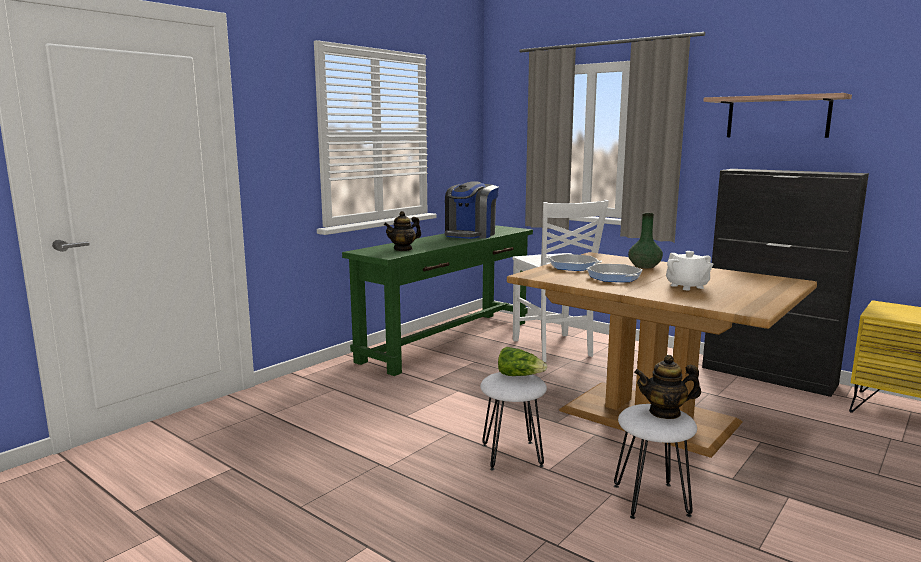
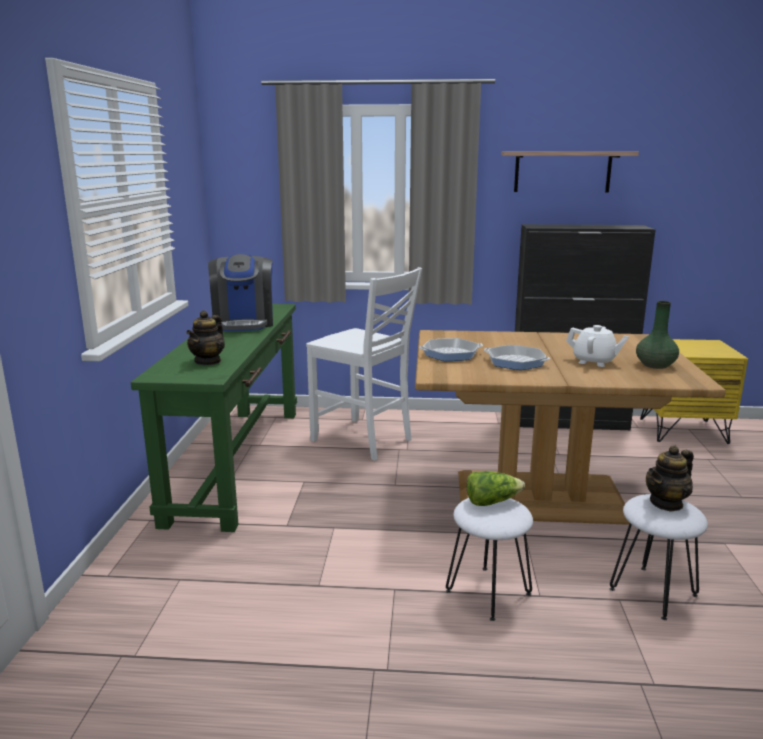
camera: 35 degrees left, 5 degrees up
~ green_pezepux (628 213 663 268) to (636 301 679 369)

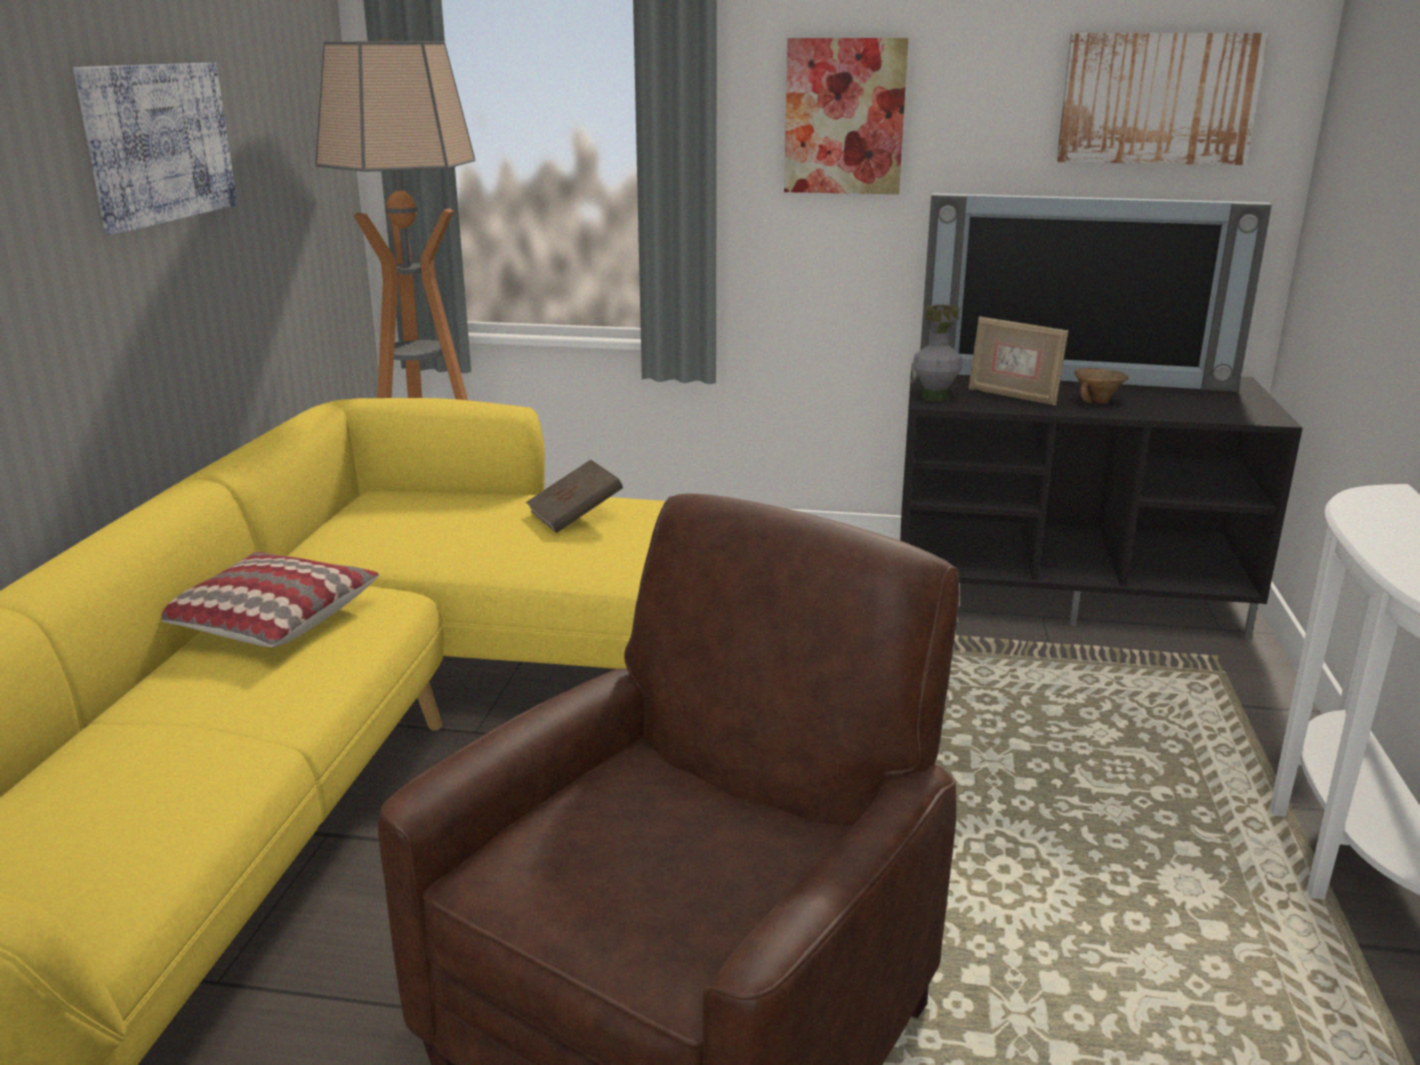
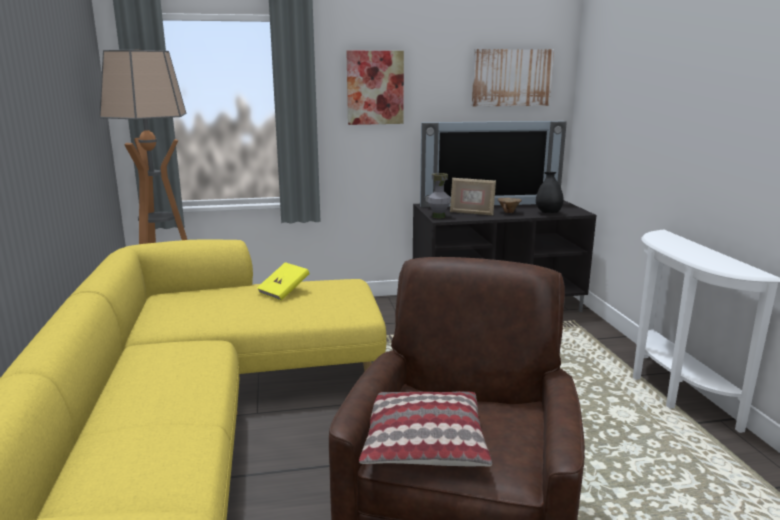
camera: 20 degrees left, 5 degrees down
- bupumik (73 63 237 235)
+ black_pezepux (536 172 564 213)
~ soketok (161 552 379 647) to (359 391 492 467)
~ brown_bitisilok (526 460 623 533) to yellow_bitisilok (257 262 310 301)

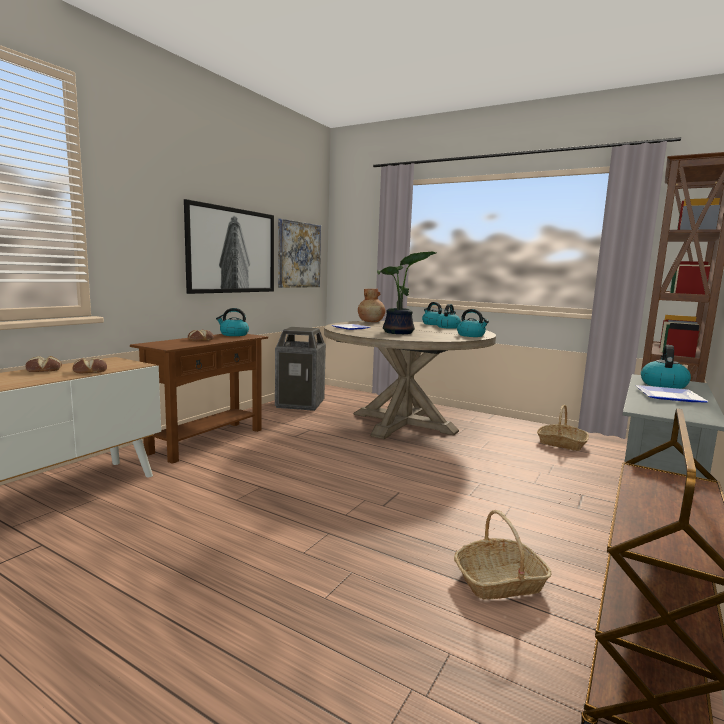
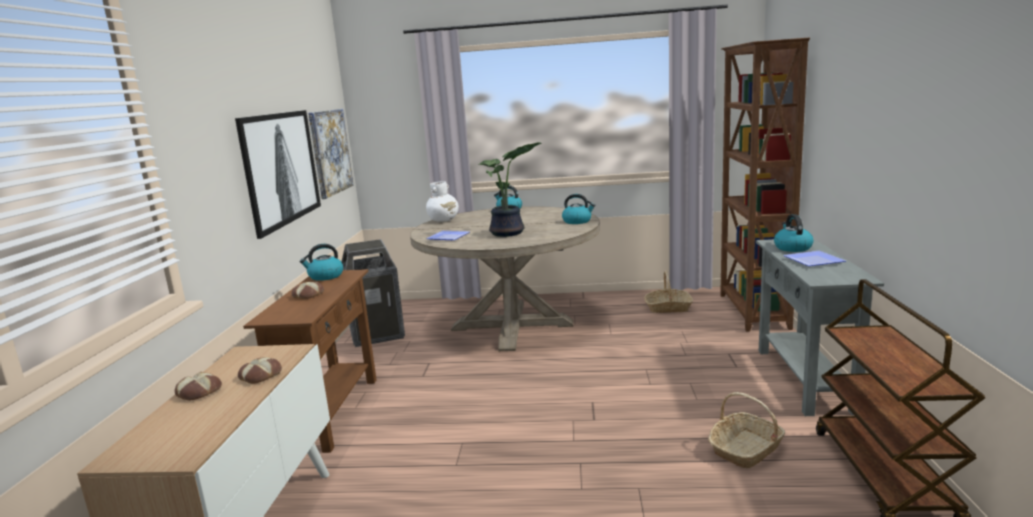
camera: 25 degrees left, 5 degrees up
- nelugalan (436 304 461 329)
~ brown_pezepux (358 289 385 322) to white_pezepux (426 181 459 222)

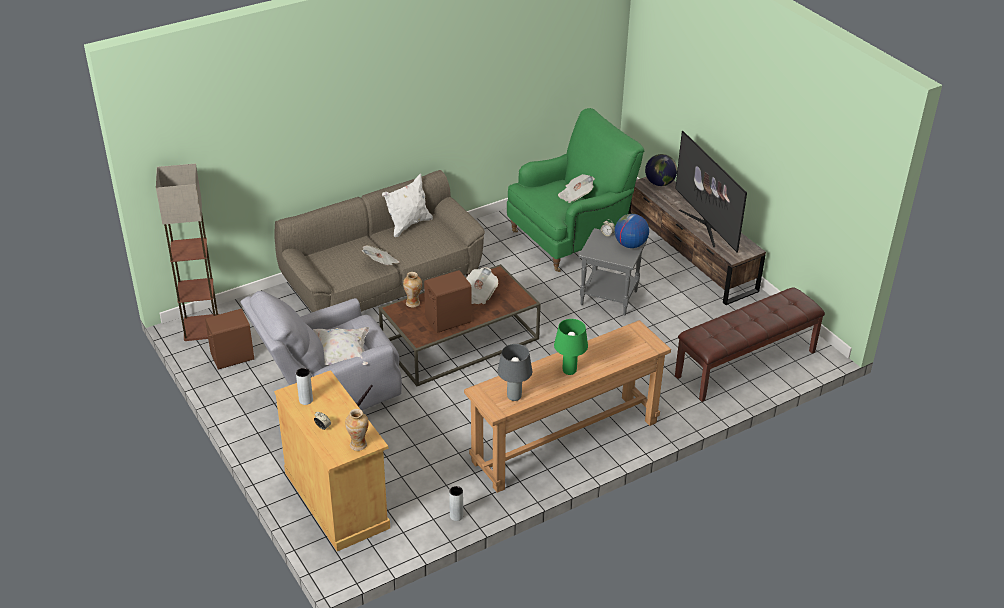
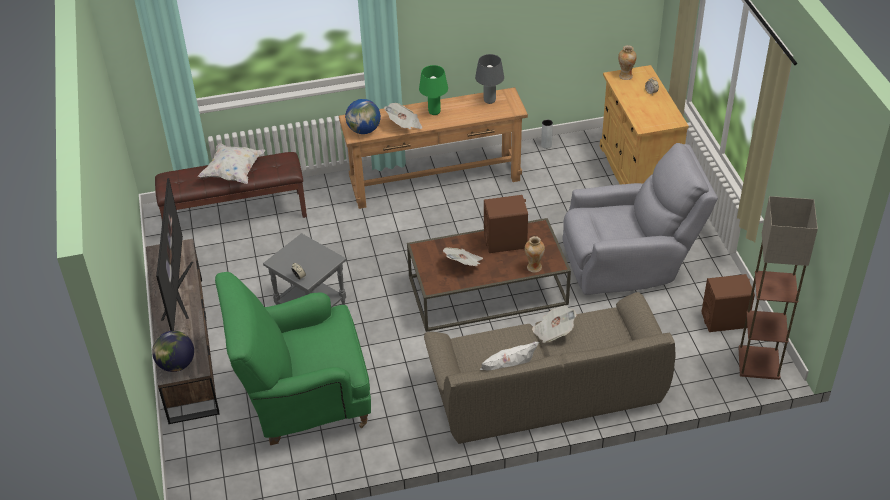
camera: 160 degrees left, 5 degrees up
- grey_pezepux (296 368 313 405)
~ white_soketok (313 327 369 366) to (198 143 265 184)
~ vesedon (558 174 595 203) to (384 103 422 129)
~ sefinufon (615 214 649 248) to (345 99 381 134)

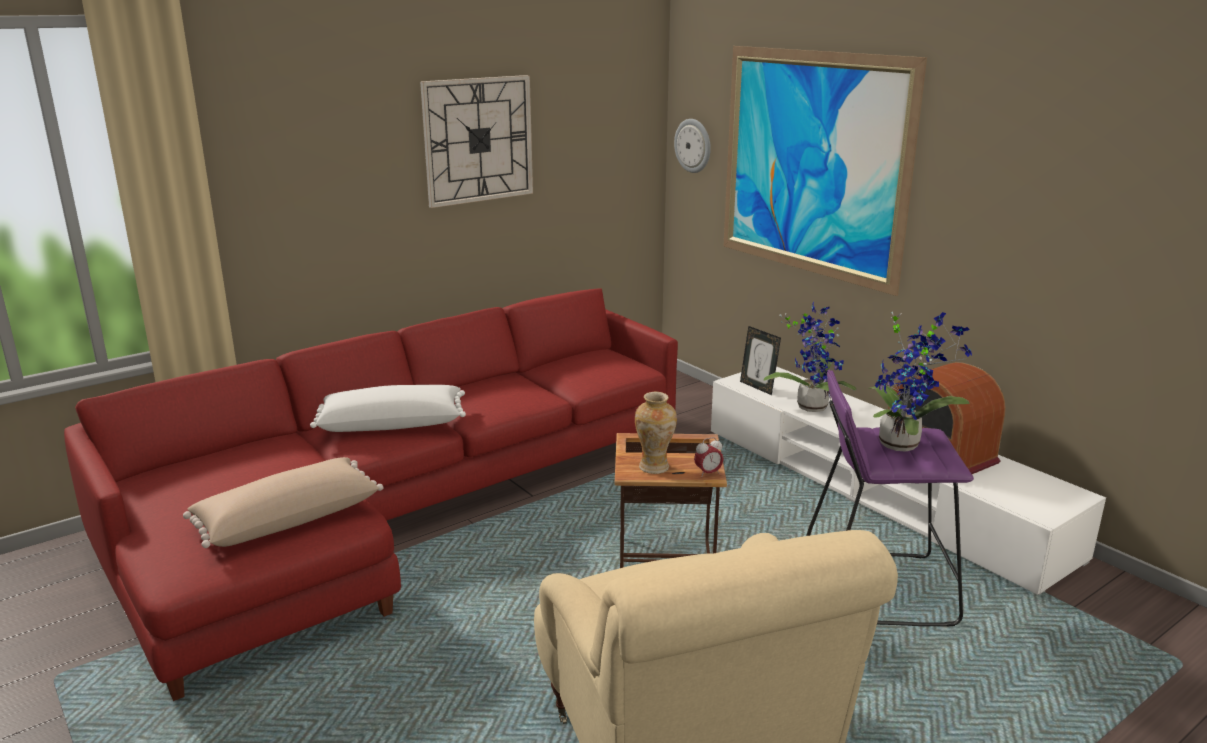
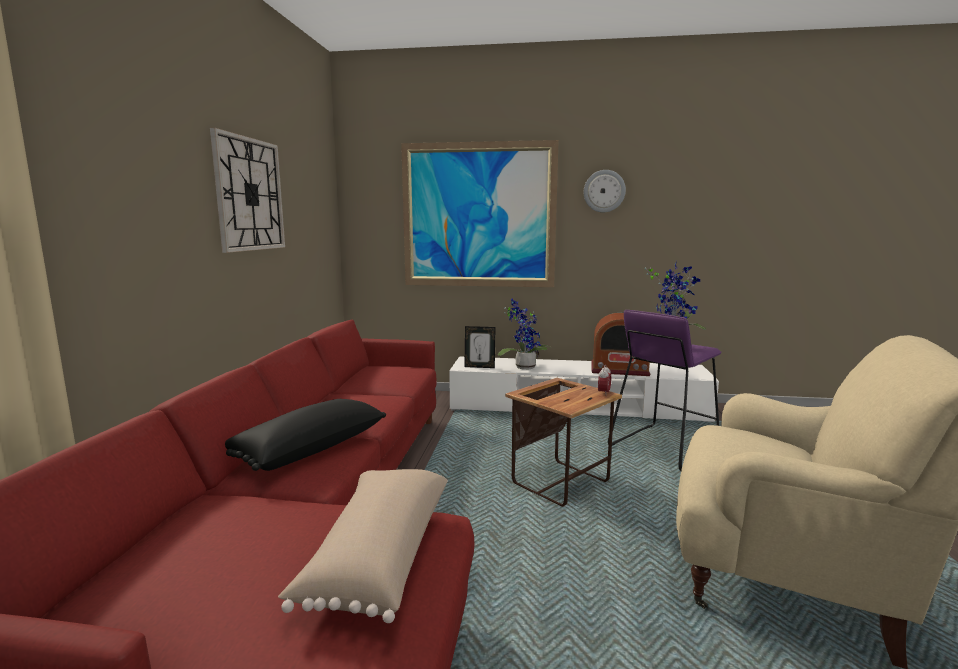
camera: 45 degrees left, 10 degrees down
- pezepux (635 392 677 474)
~ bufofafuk (674 119 711 173) to (583 170 626 212)
~ white_soketok (310 385 466 432) to black_soketok (225 399 386 471)

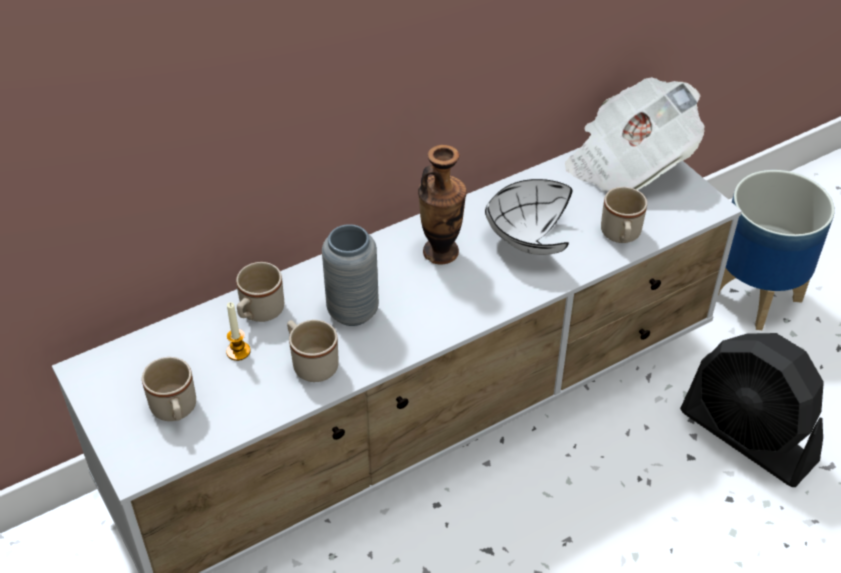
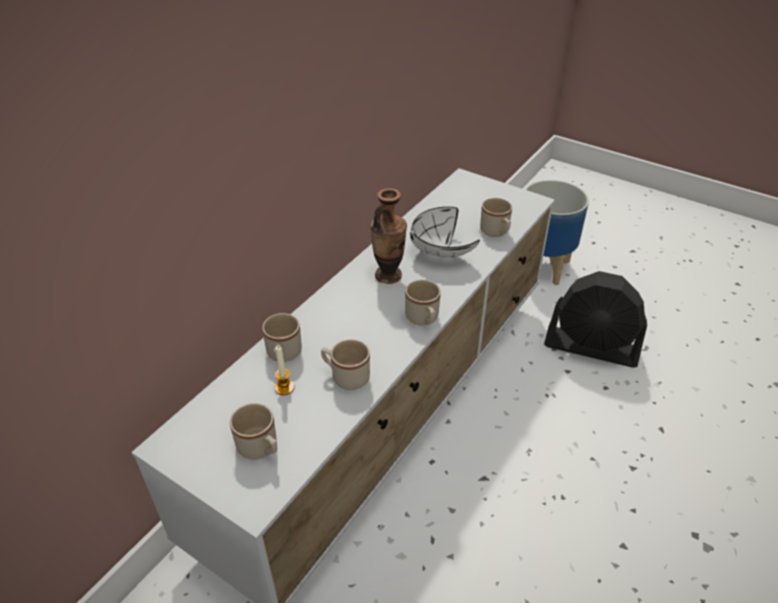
camera: 25 degrees left, 5 degrees down
- grey_pezepux (322 224 379 326)
- vesedon (565 77 705 191)
+ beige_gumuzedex (405 280 441 326)

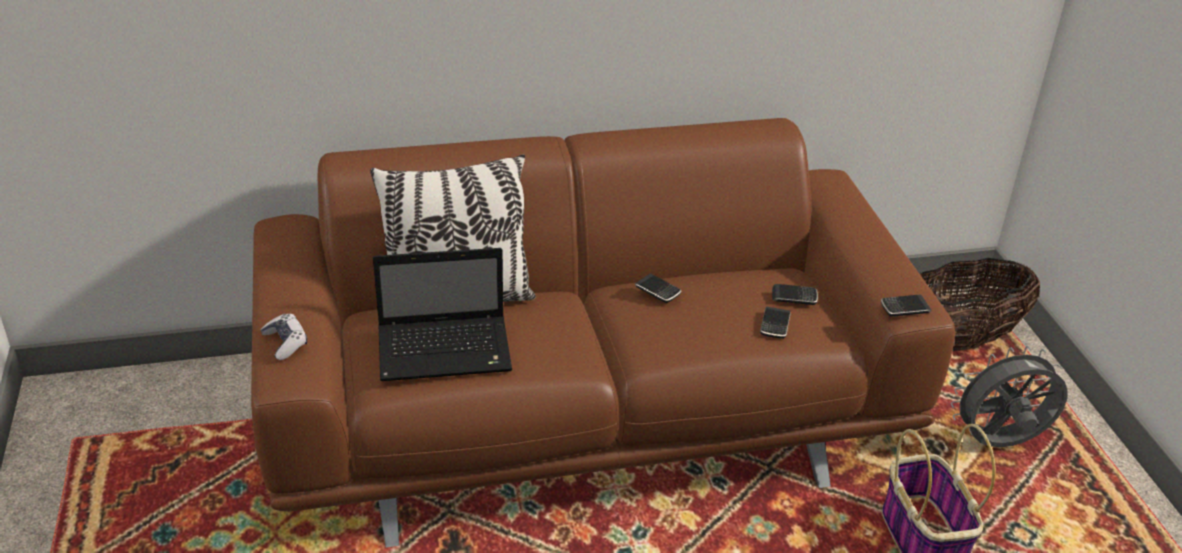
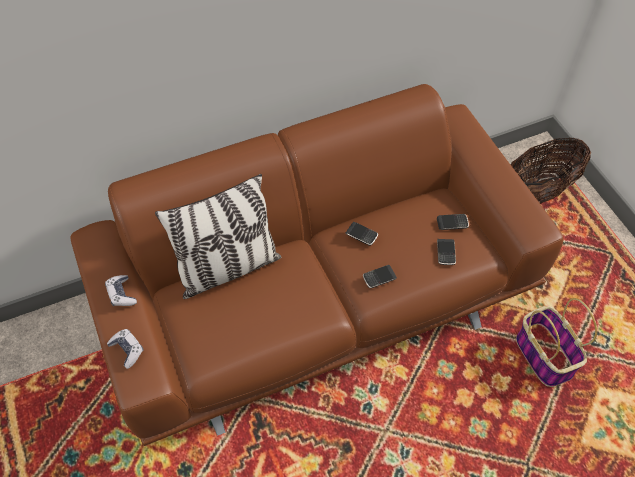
camera: 10 degrees left, 20 degrees up
- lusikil (373 248 512 381)
- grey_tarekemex (951 346 1068 447)
+ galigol (105 275 137 306)
~ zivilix (881 295 932 317) to (363 265 397 288)

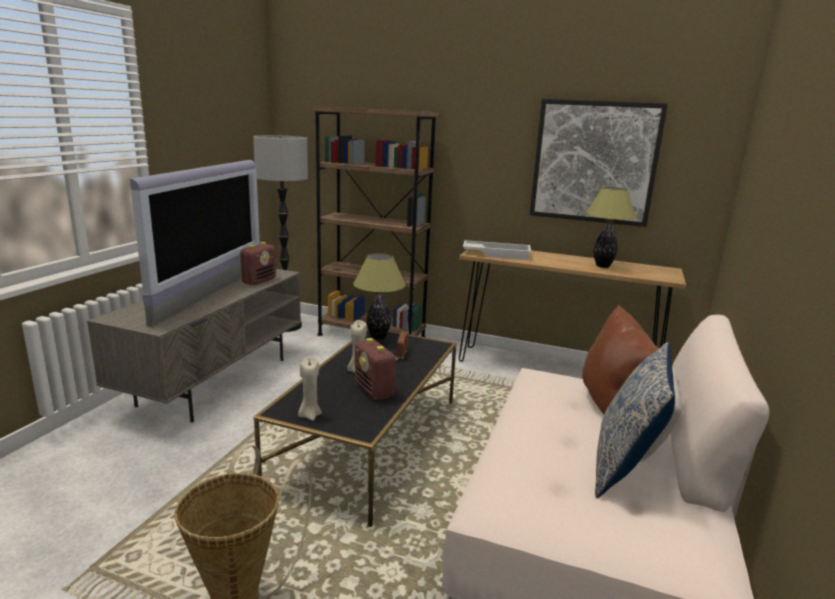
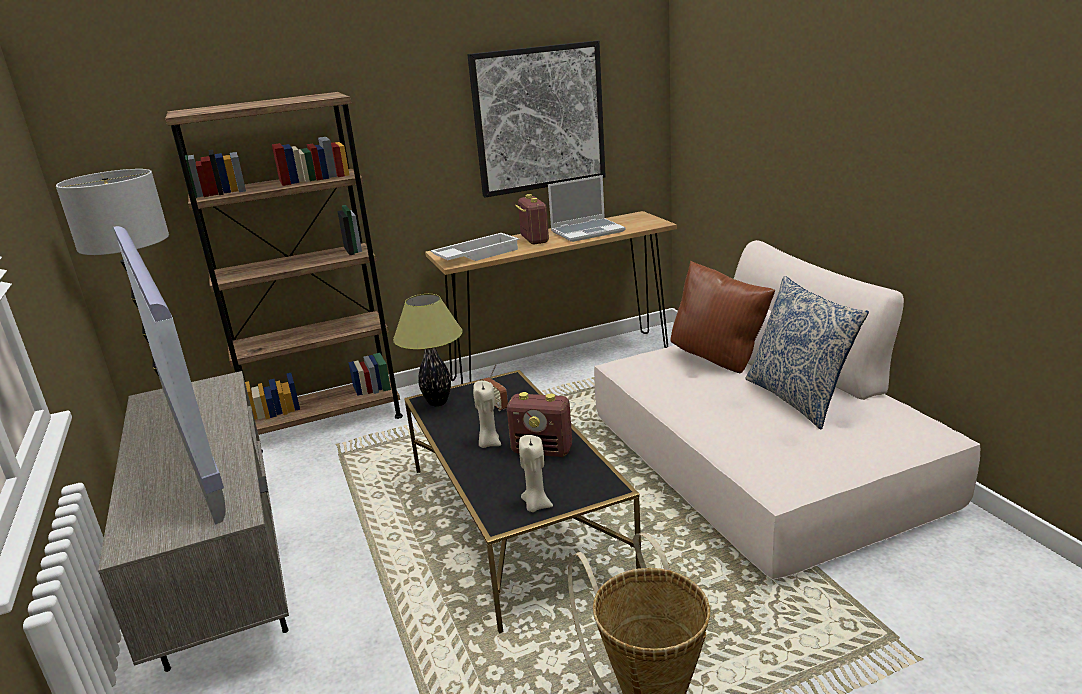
camera: 40 degrees left, 5 degrees up
~ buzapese (240 242 276 285) to (515 194 549 245)
~ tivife (586 187 636 268) to lusikil (548 175 625 242)

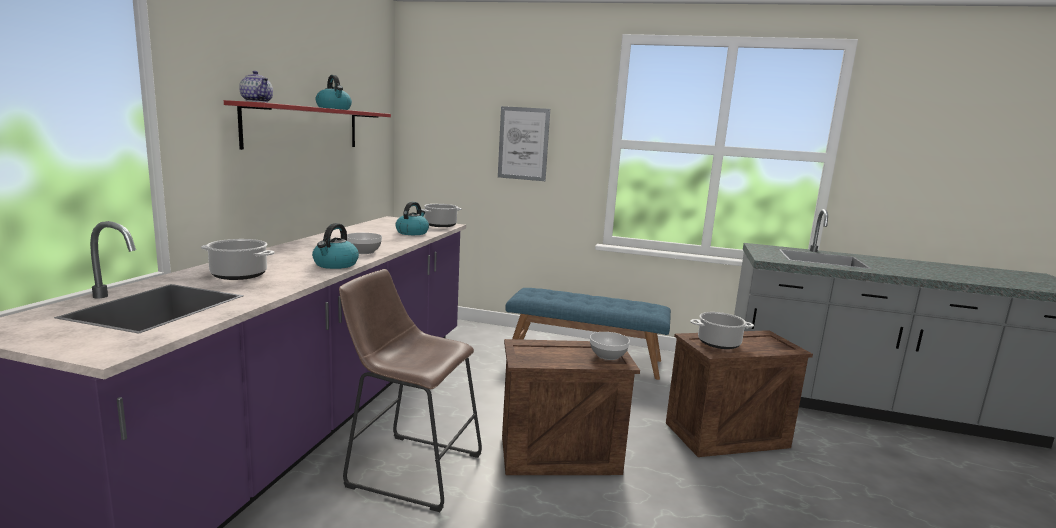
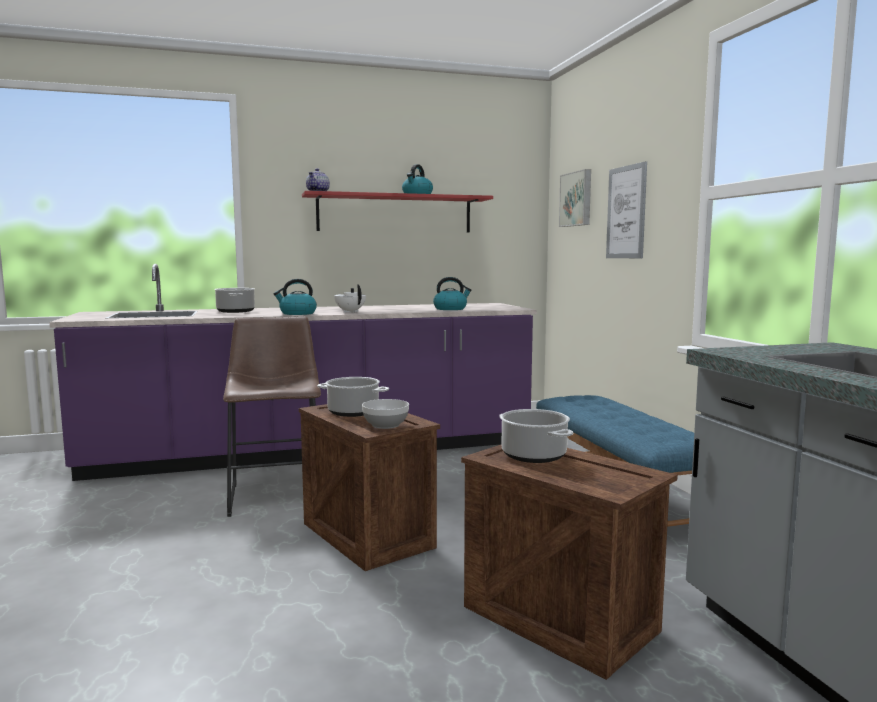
camera: 60 degrees right, 5 degrees down
+ bupumik (559 169 591 227)
~ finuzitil (421 204 462 227) to (317 377 389 417)
~ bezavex (347 233 382 254) to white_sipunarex (334 284 366 313)

